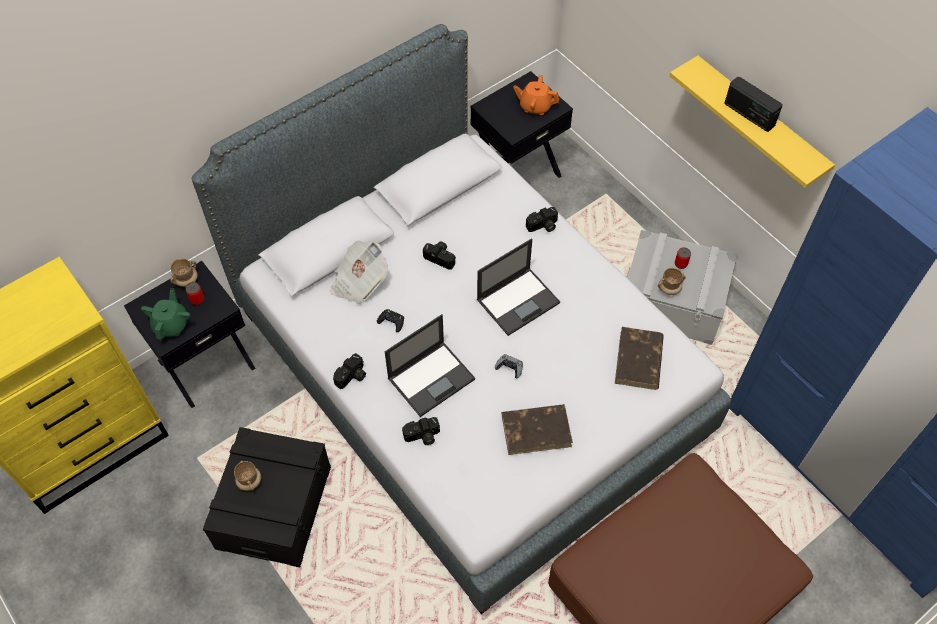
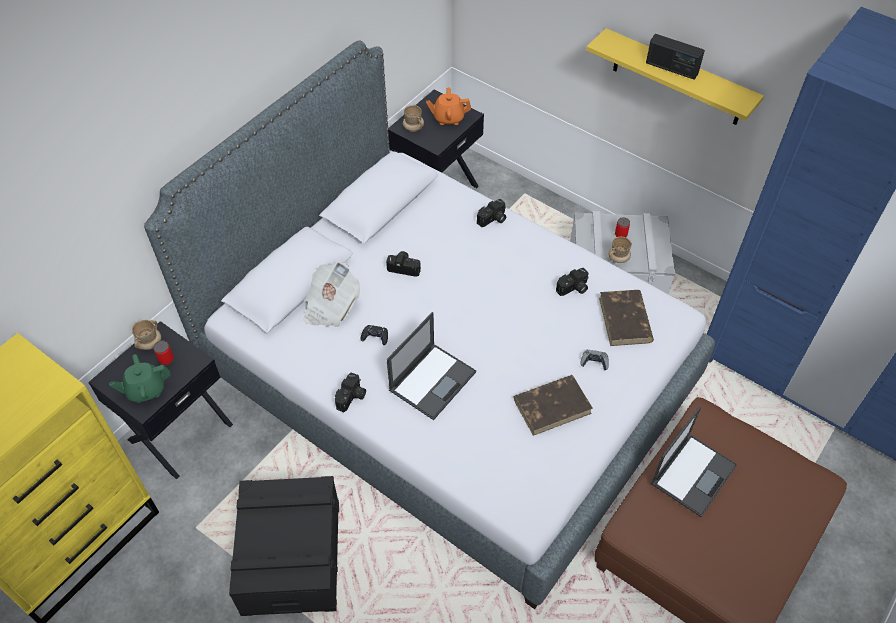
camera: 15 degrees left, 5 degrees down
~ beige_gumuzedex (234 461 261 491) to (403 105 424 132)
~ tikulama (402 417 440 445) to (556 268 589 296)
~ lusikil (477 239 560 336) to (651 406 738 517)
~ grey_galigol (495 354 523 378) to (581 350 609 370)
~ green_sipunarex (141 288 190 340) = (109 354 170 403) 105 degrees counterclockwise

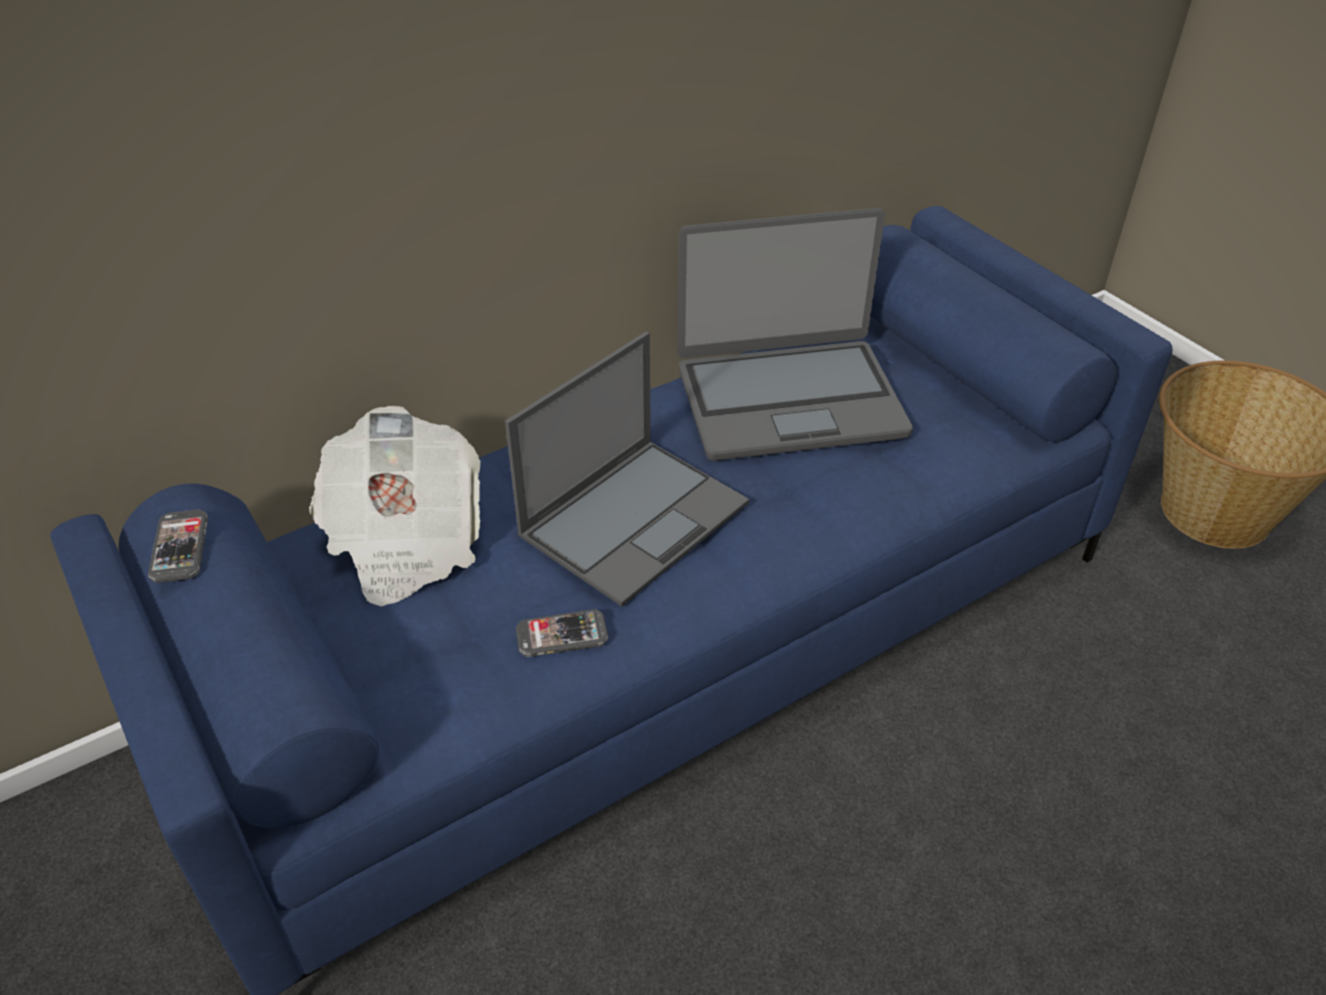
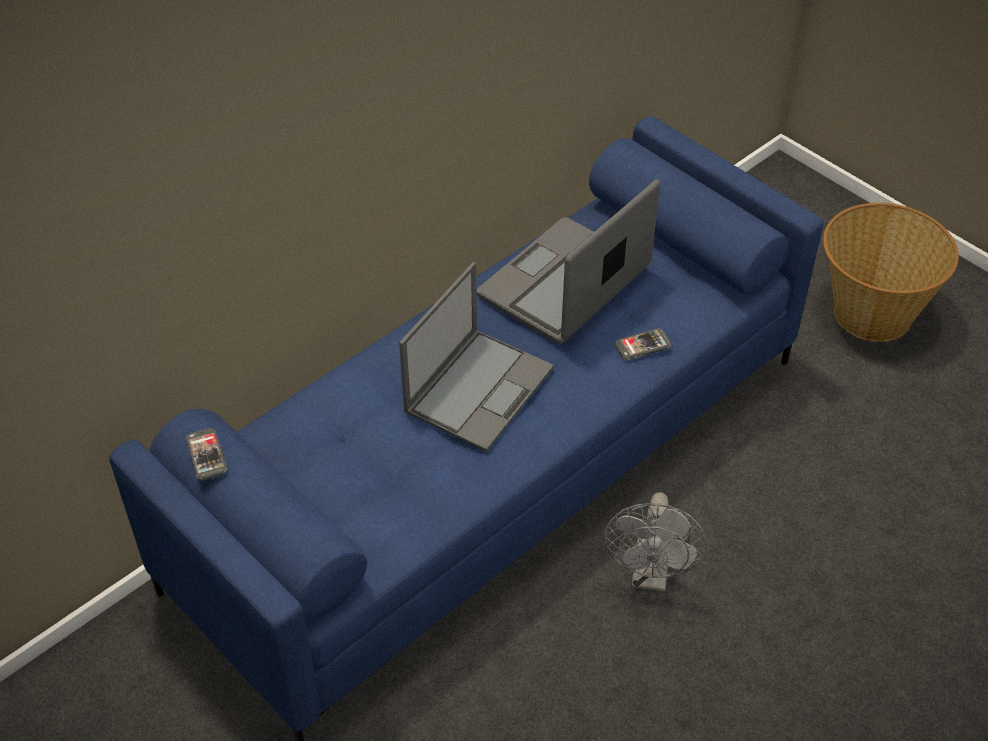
camera: 10 degrees left, 5 degrees up
- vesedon (309 406 481 606)
+ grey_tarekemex (604 492 706 592)
~ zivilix (516 609 608 657) to (615 328 671 360)
~ lusikil (677 208 913 461) = (477 179 660 344) 150 degrees clockwise

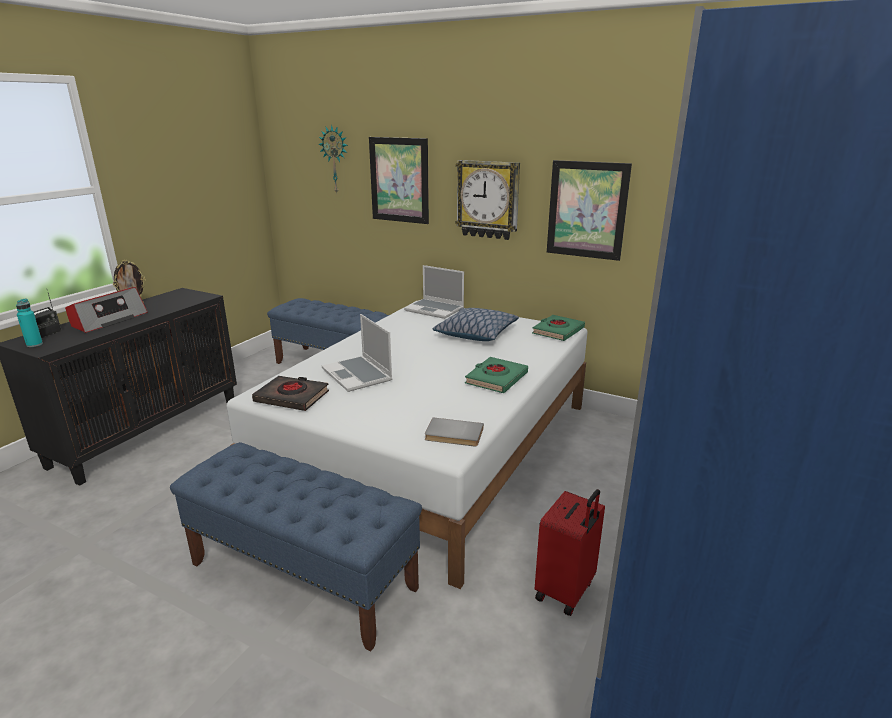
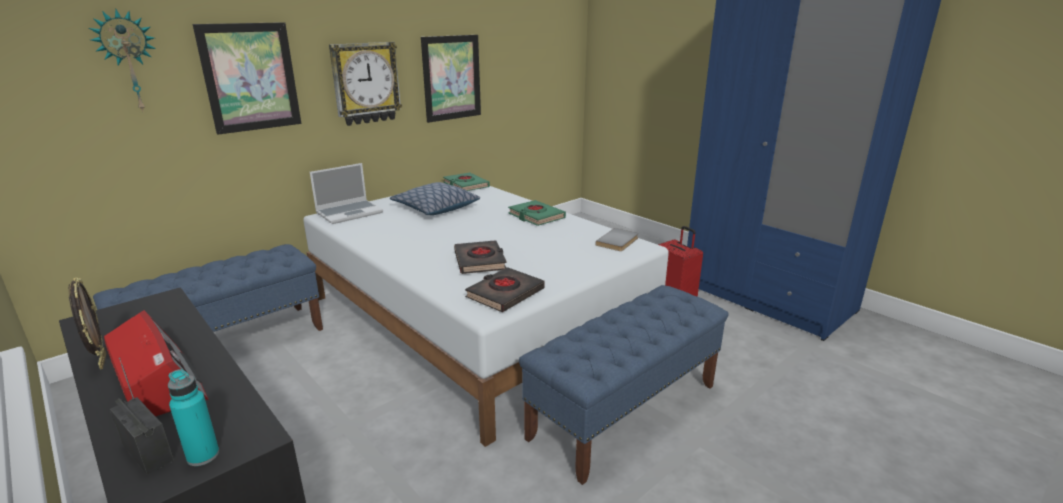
camera: 70 degrees left, 0 degrees up
~ lusikil (322 314 393 392) to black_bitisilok (454 240 507 274)

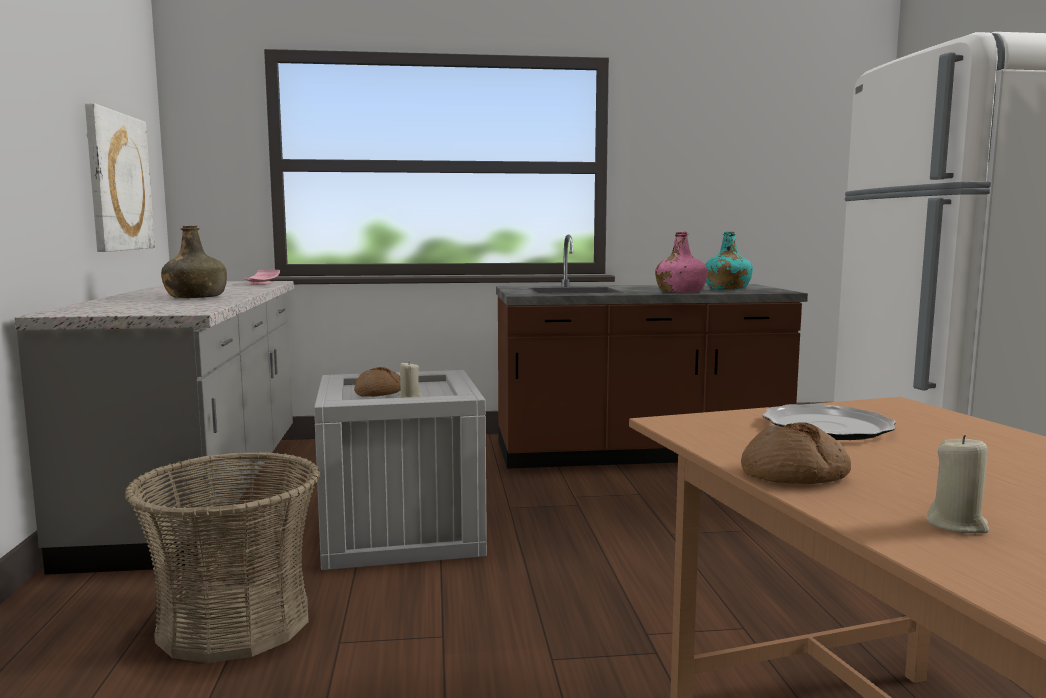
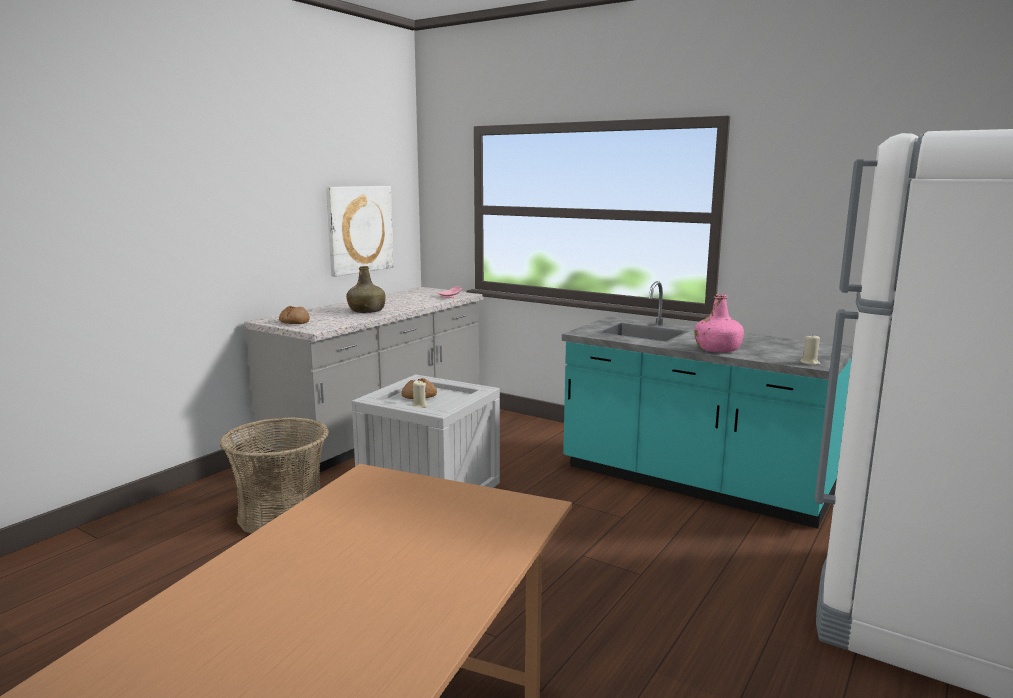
camera: 40 degrees right, 5 degrees up
- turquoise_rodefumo (705 231 753 289)
- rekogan (762 404 896 440)
~ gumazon (741 422 851 484) to (279 306 310 324)
~ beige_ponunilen (927 435 989 534) to (800 335 820 365)
~ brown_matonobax (496 235 808 469) to turquoise_matonobax (562 281 853 529)

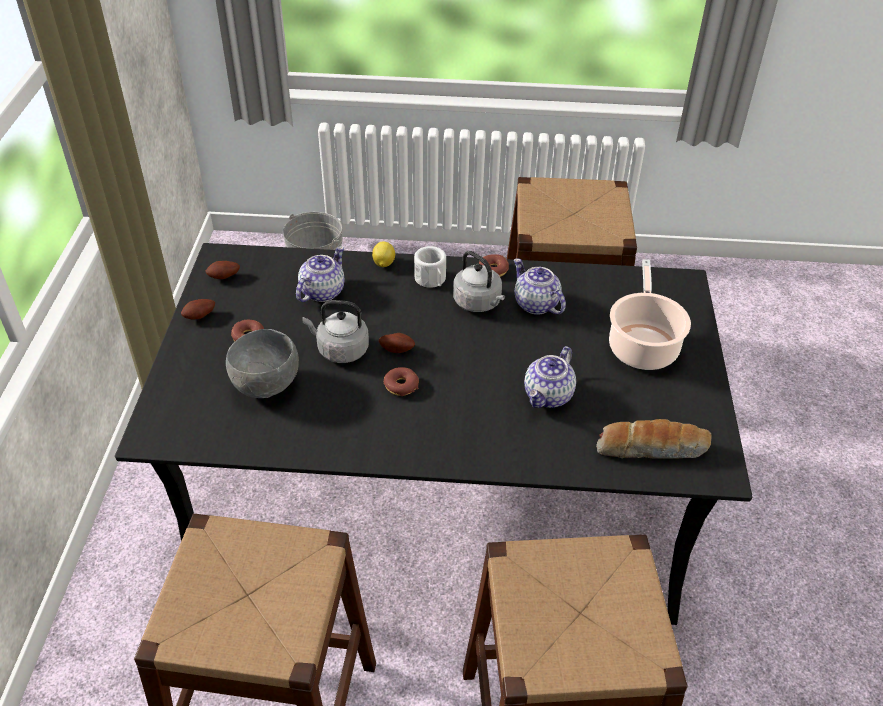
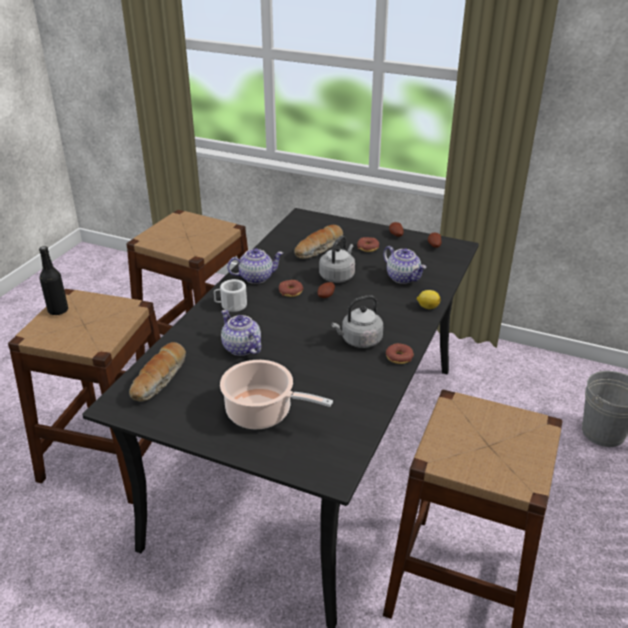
camera: 110 degrees right, 10 degrees down
+ black_rodefumo (39 246 68 315)
~ white_gumuzedex (414 246 446 288) to (214 279 247 312)
~ sipunarex (514 258 566 315) to (227 248 283 284)
~ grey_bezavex (226 329 299 398) to gumazon (294 225 343 259)

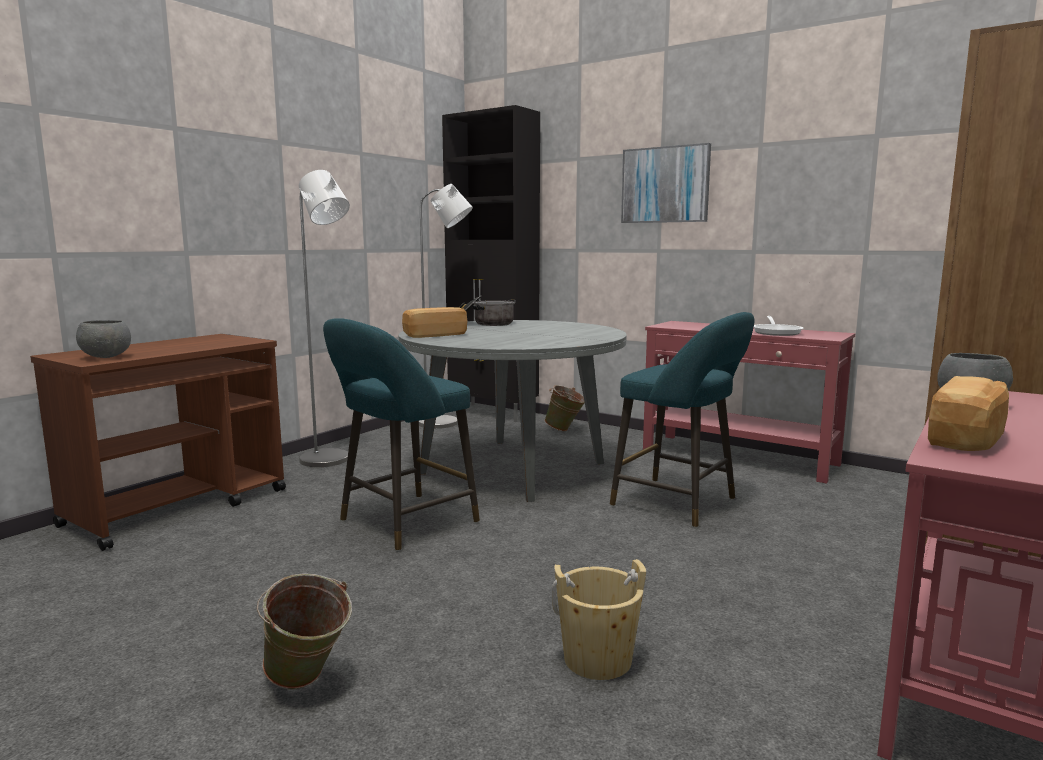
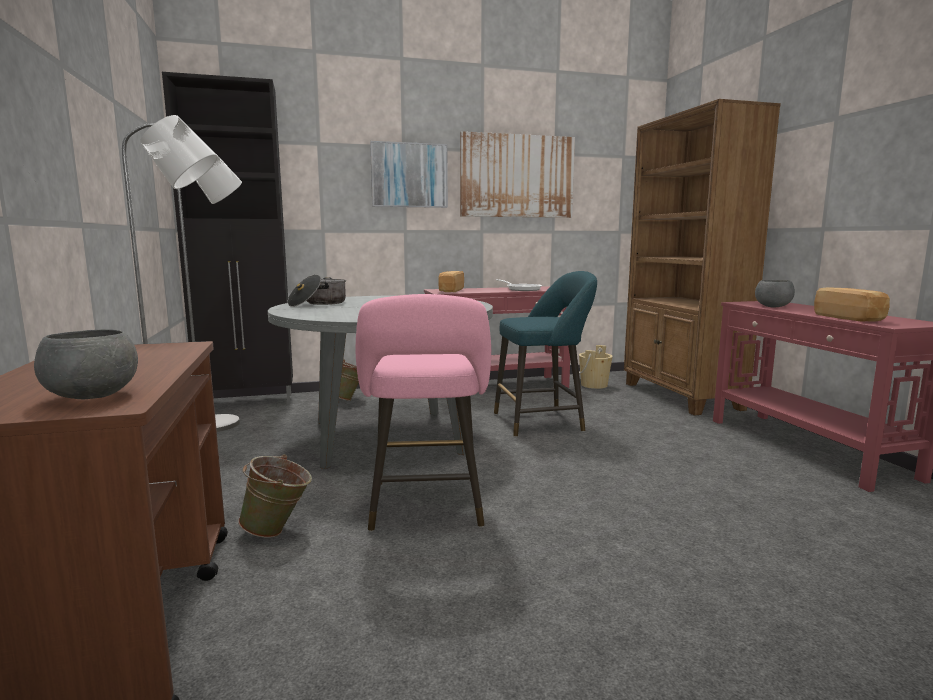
camera: 50 degrees left, 0 degrees up
+ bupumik (460 131 575 218)
~ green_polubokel (257 573 352 689) to (238 454 312 538)
~ gumazon (402 307 467 338) to (438 271 464 292)
~ beige_polubokel (552 559 646 680) to (579 345 613 389)
~ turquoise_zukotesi (323 318 480 551) to pink_zukotesi (355 294 491 532)

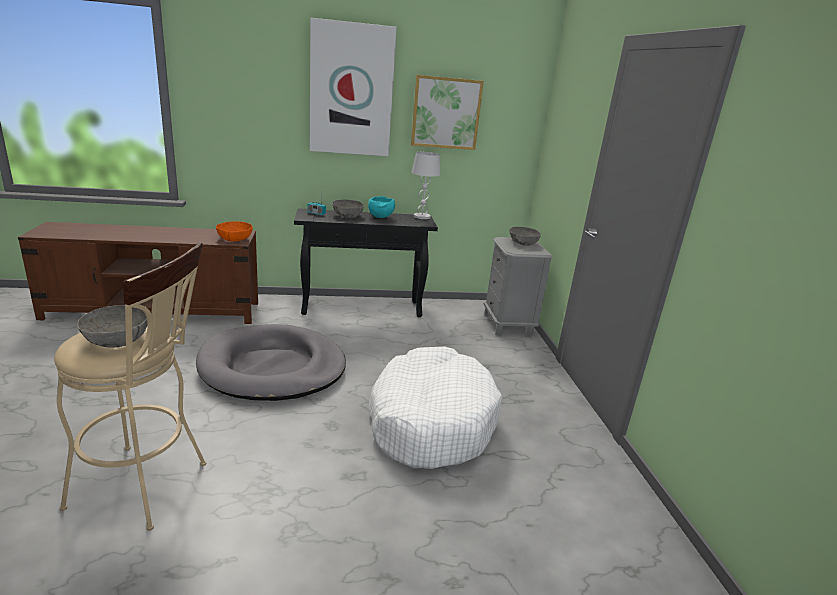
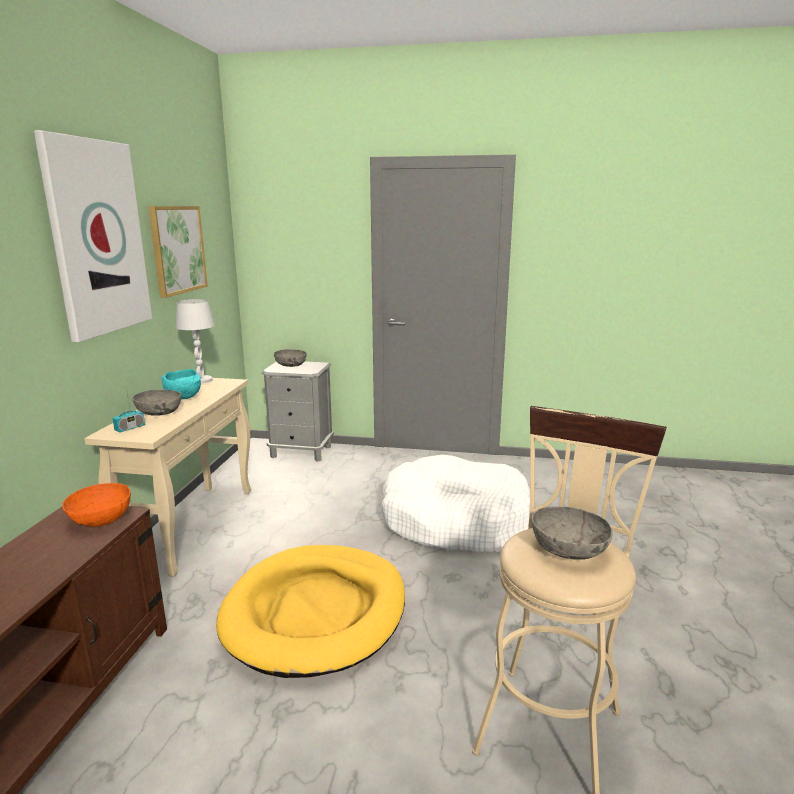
camera: 70 degrees left, 5 degrees down
~ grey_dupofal (196 324 346 401) to yellow_dupofal (216 545 405 678)
~ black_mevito (294 208 438 317) to beige_mevito (84 378 251 577)

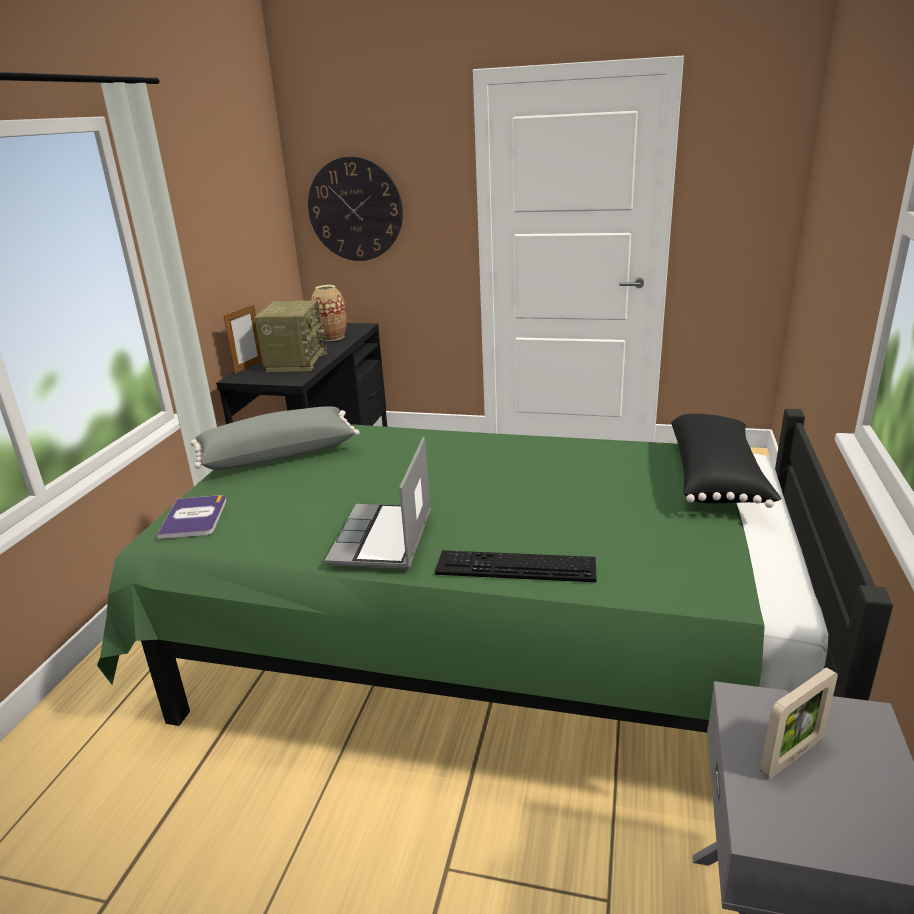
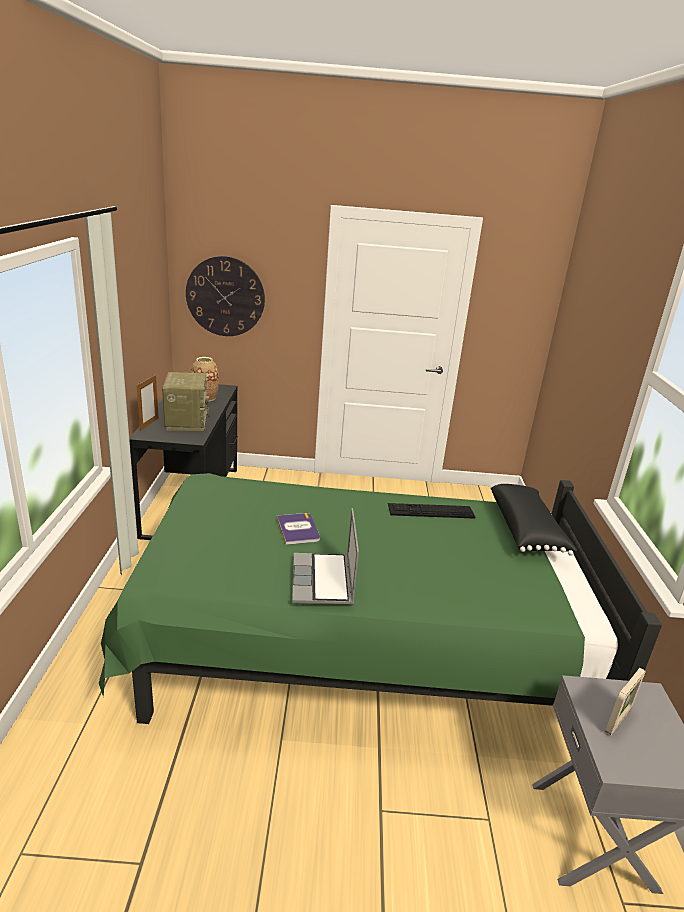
camera: 15 degrees left, 0 degrees up
- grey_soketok (190 406 360 470)
~ bitisilok (157 495 227 539) to (276 513 320 545)
~ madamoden (435 550 597 582) to (388 503 475 519)

